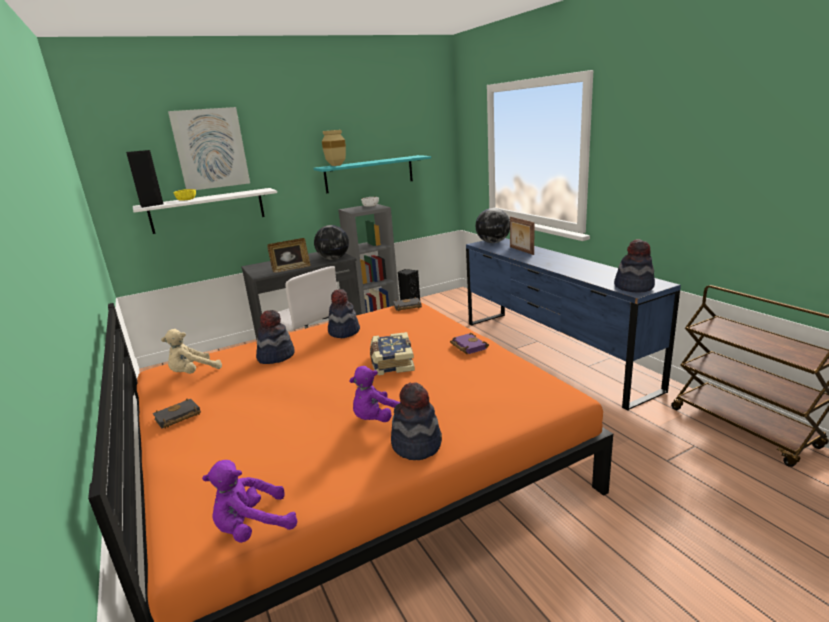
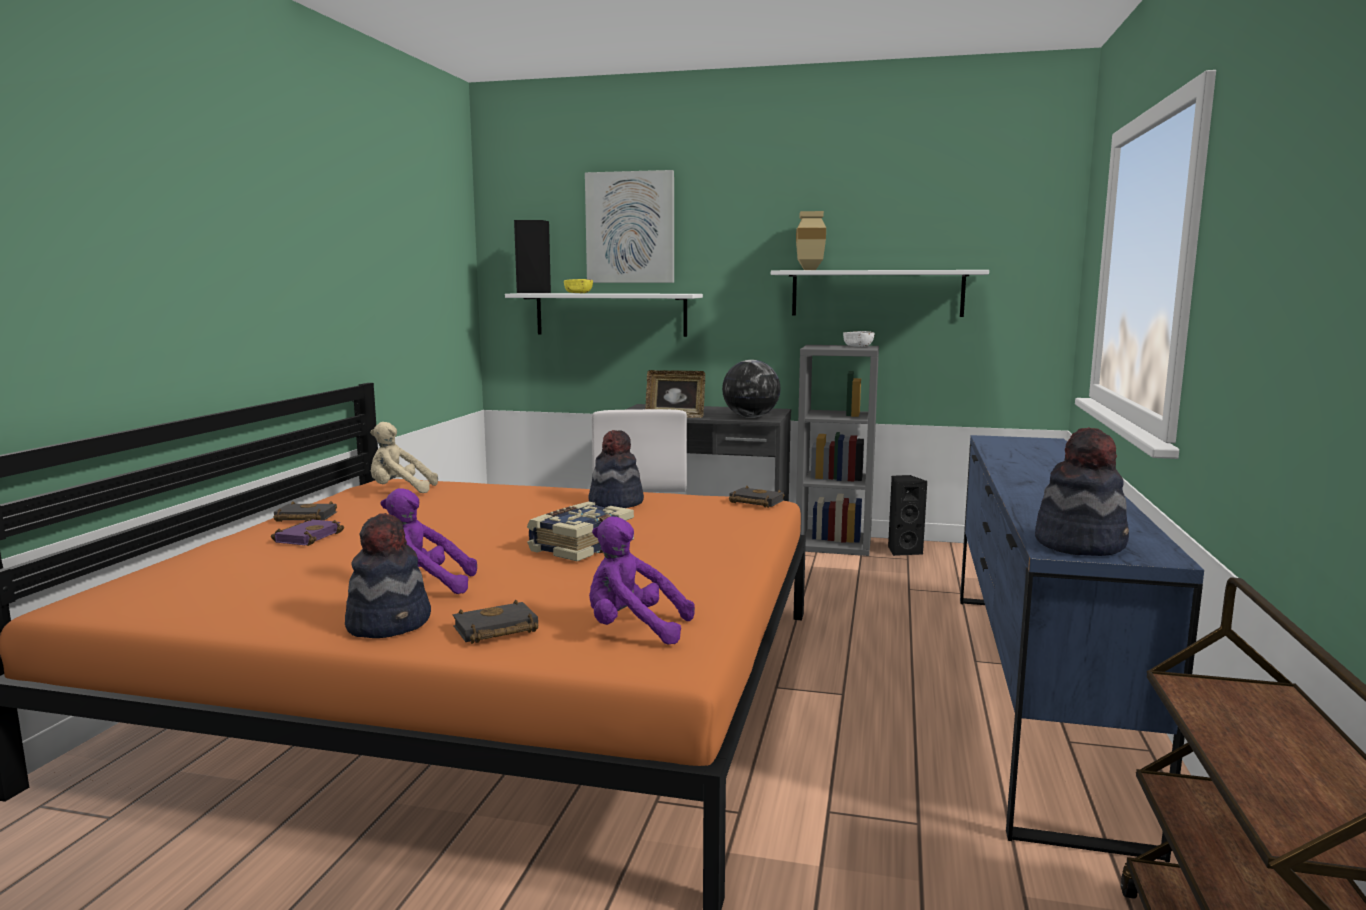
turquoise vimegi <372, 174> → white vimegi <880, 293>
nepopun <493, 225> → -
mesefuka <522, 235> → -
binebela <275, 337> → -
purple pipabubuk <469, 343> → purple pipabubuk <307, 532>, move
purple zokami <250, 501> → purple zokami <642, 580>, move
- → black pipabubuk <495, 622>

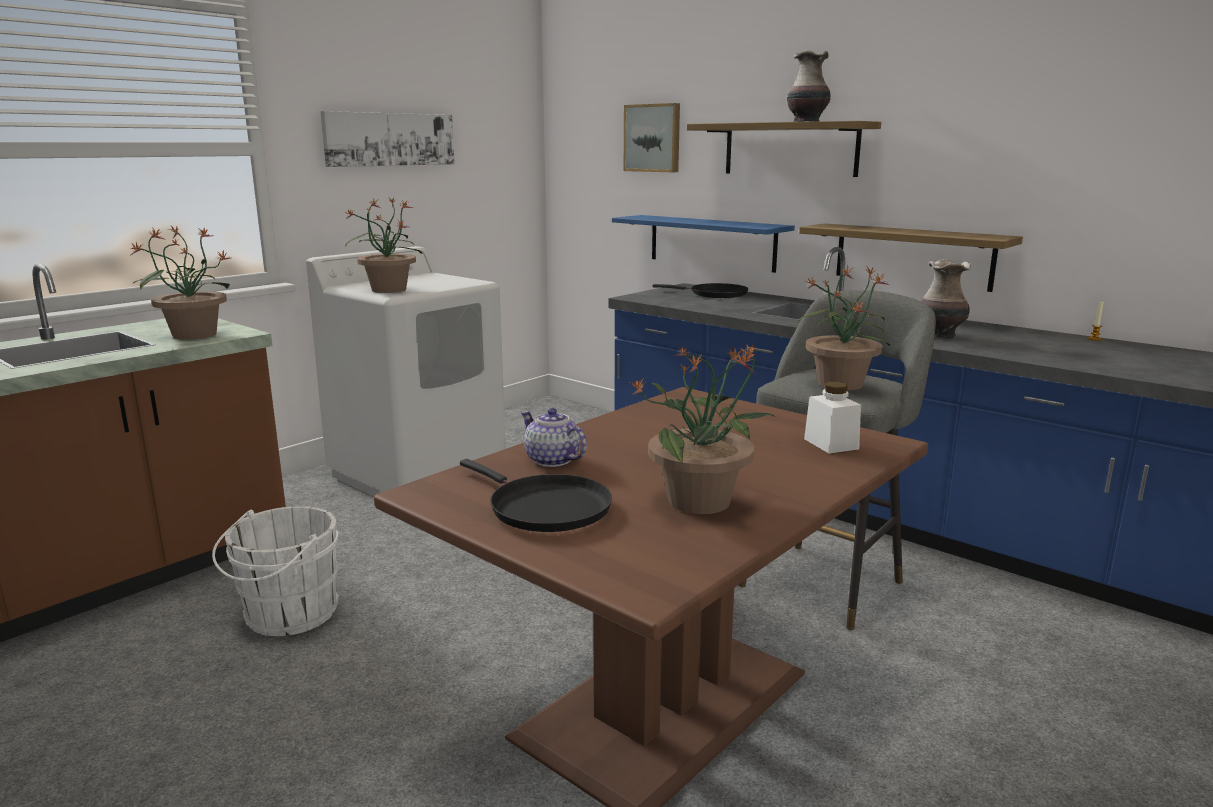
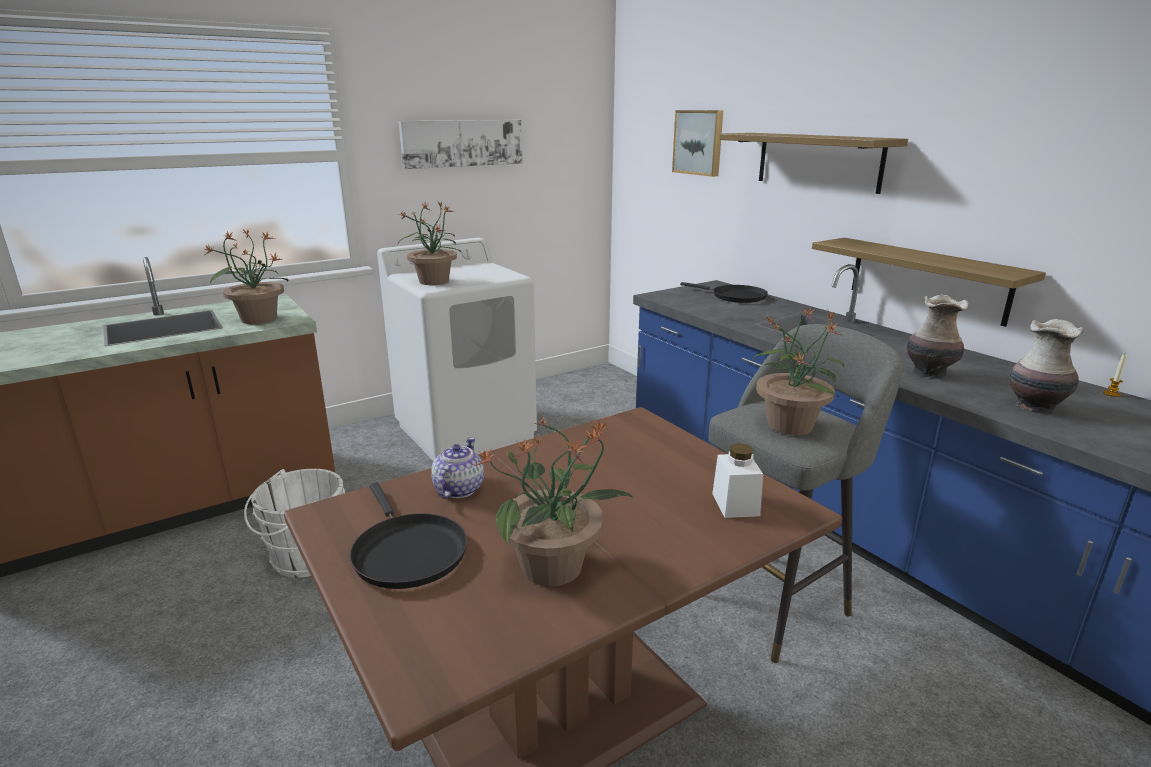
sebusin <809, 86> → sebusin <1047, 366>, move
blue vimegi <703, 244> → -
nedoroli <553, 437> → nedoroli <457, 468>, 45 degrees clockwise

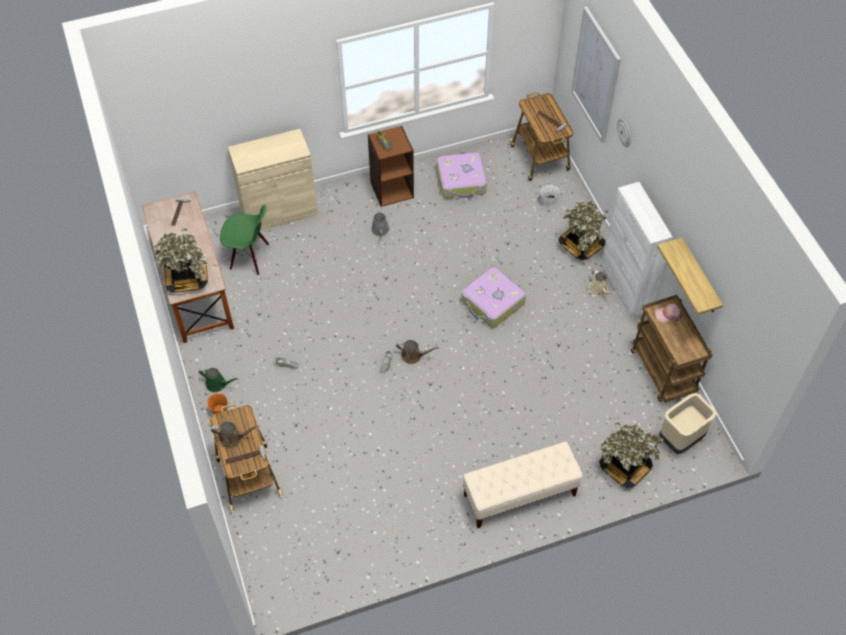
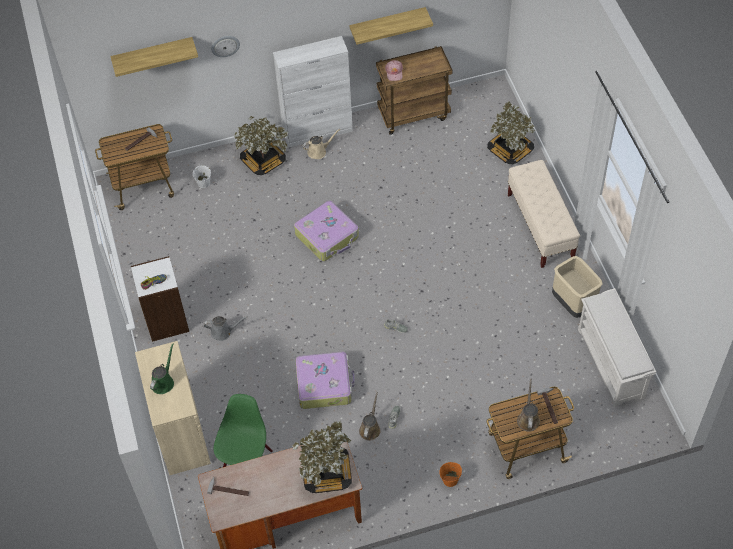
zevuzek <596, 74> → vimegi <154, 57>
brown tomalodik <391, 166> → white tomalodik <160, 299>
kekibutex <462, 175> → kekibutex <325, 380>, move
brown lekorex <417, 352> → brown lekorex <370, 416>, move
green lekorex <219, 380> → green lekorex <162, 368>, move
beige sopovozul <688, 423> → beige sopovozul <577, 287>, move
- → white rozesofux <617, 347>

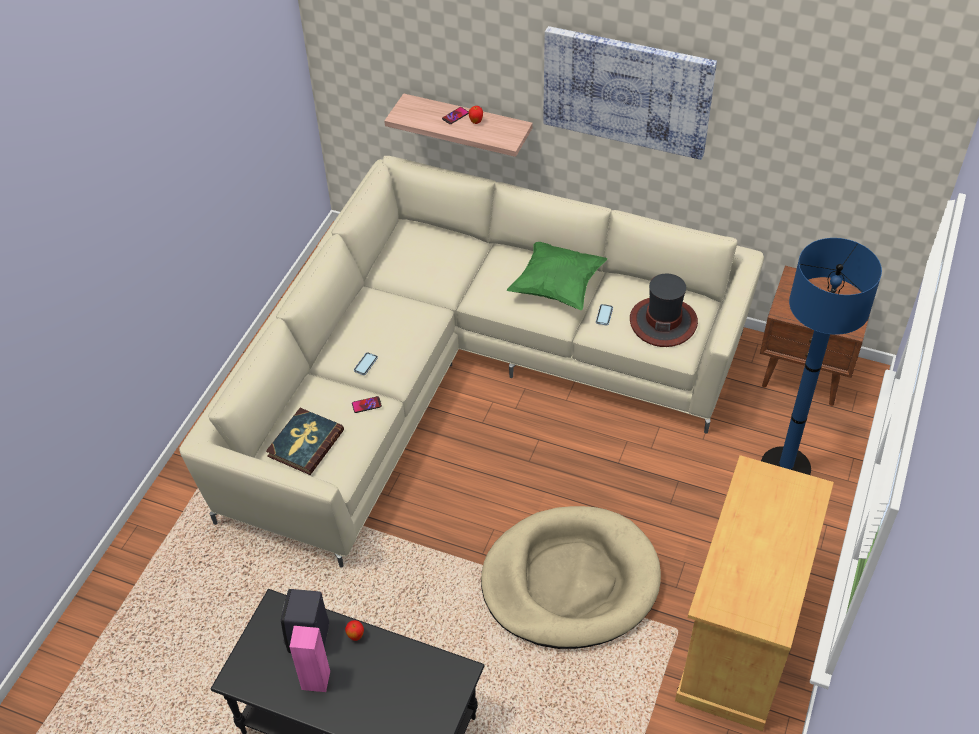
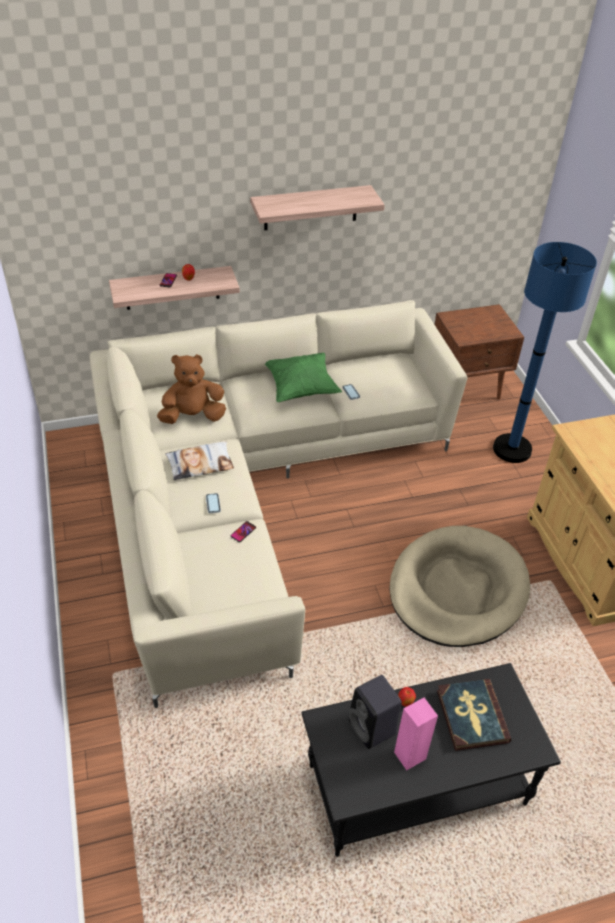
zevuzek <630, 93> → vimegi <317, 207>
binebela <664, 310> → -
pipabubuk <305, 441> → pipabubuk <474, 715>, move
- → brown zokami <191, 389>
- → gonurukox <199, 460>

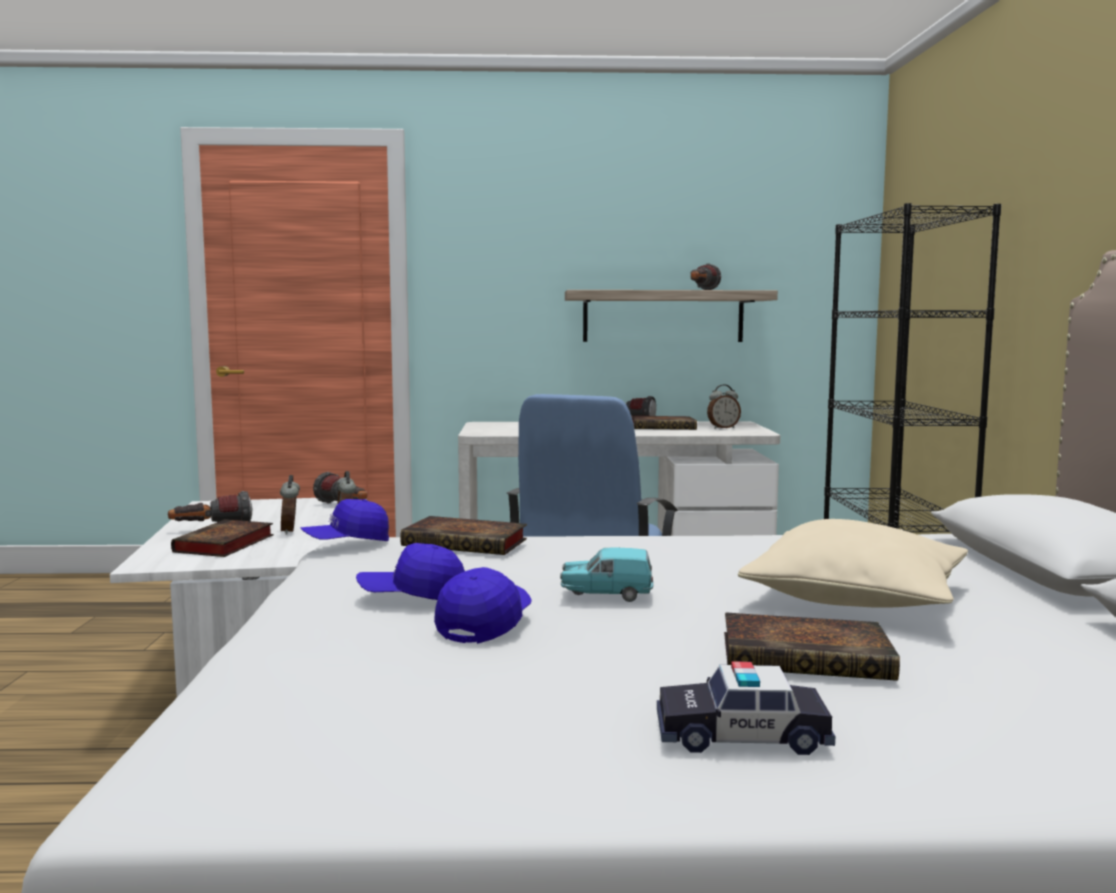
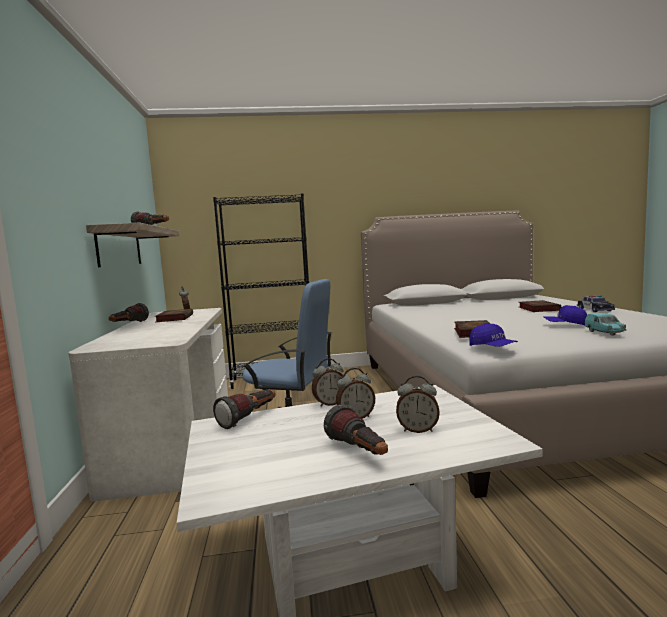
pipabubuk <222, 538> → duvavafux <418, 404>
beige gonurukox <853, 563> → -
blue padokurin <410, 571> → -
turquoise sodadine <606, 574> → turquoise sodadine <605, 324>, move

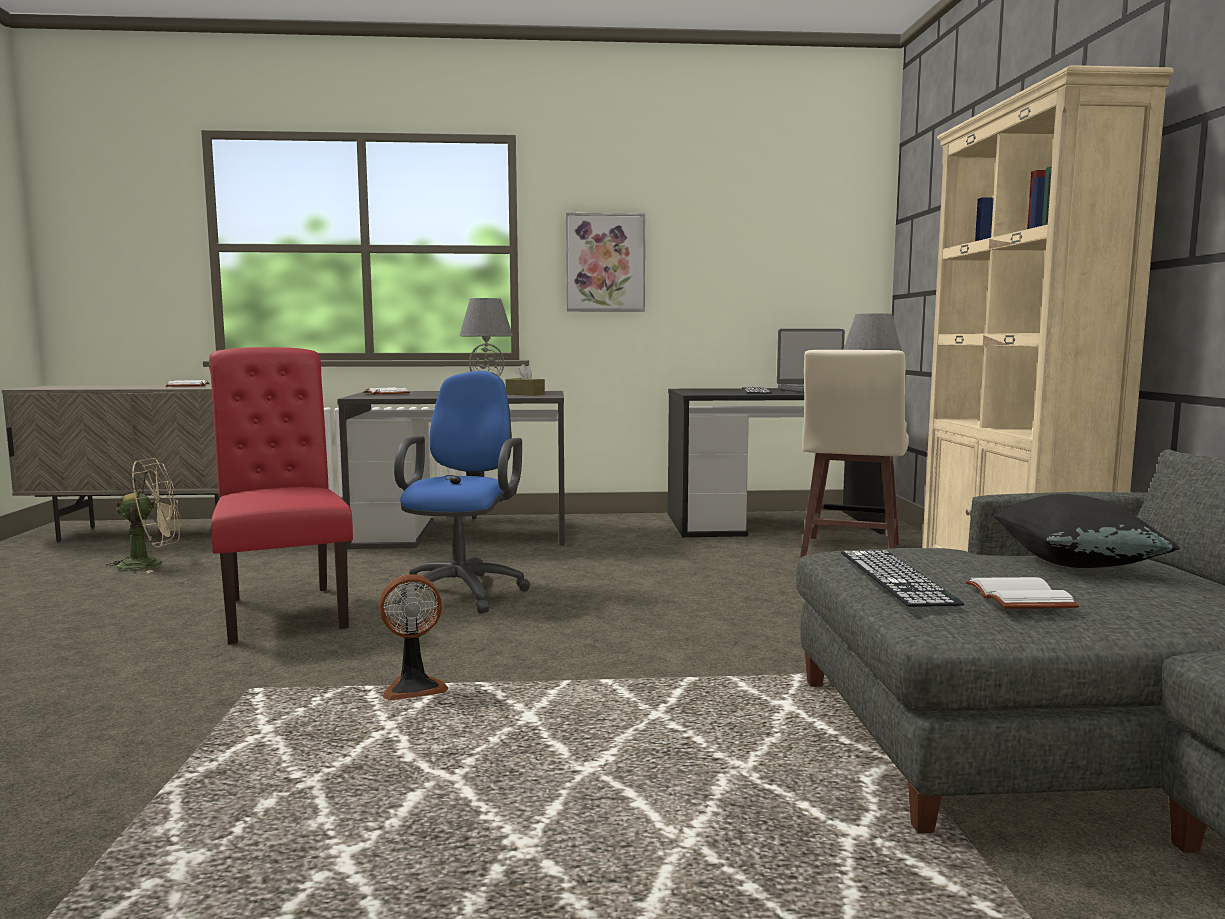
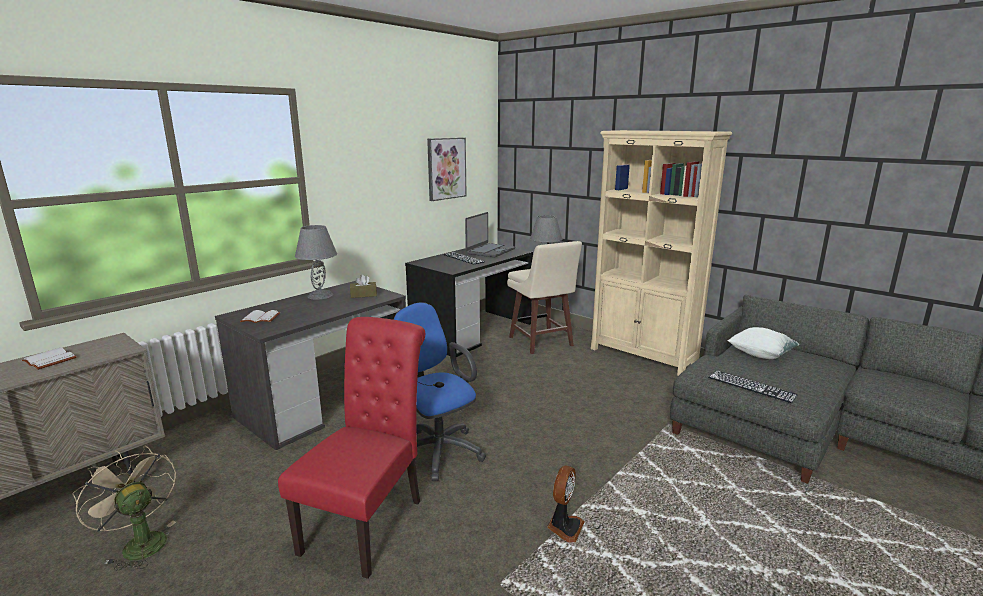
zevuzek <605, 262> → zevuzek <447, 169>, move
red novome <281, 495> → red novome <351, 448>, 90 degrees clockwise
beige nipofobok <143, 515> → beige nipofobok <124, 508>, 75 degrees counterclockwise
black gonurukox <1086, 531> → white gonurukox <764, 343>
white pipabubuk <1023, 593> → -

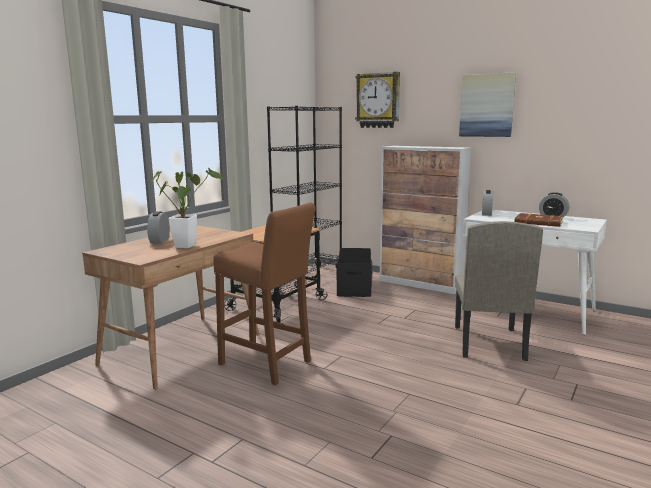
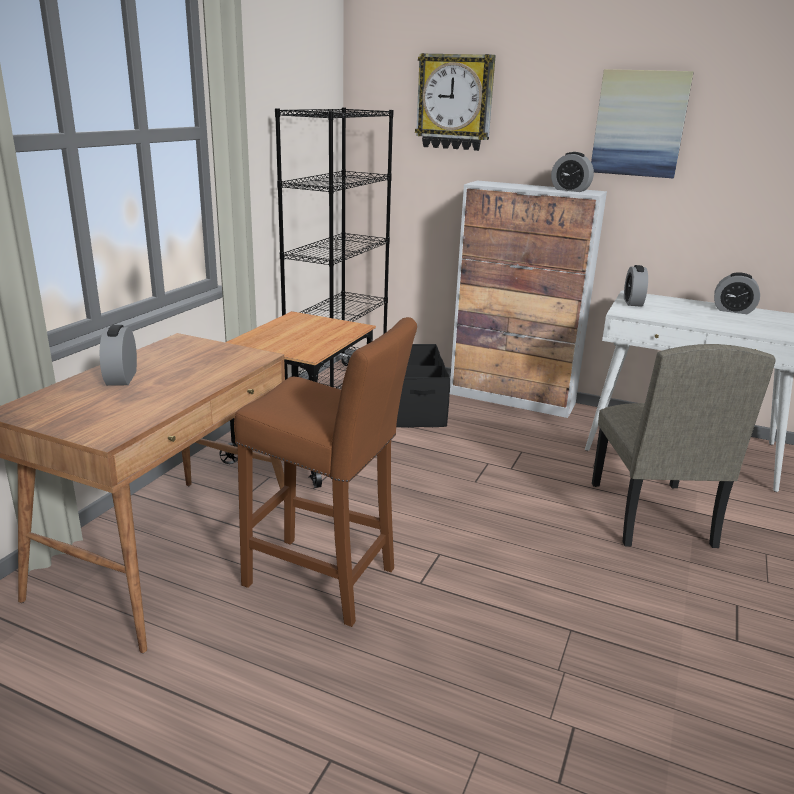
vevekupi <187, 208> → -
brown pipabubuk <539, 220> → -
- → duvavafux <572, 172>

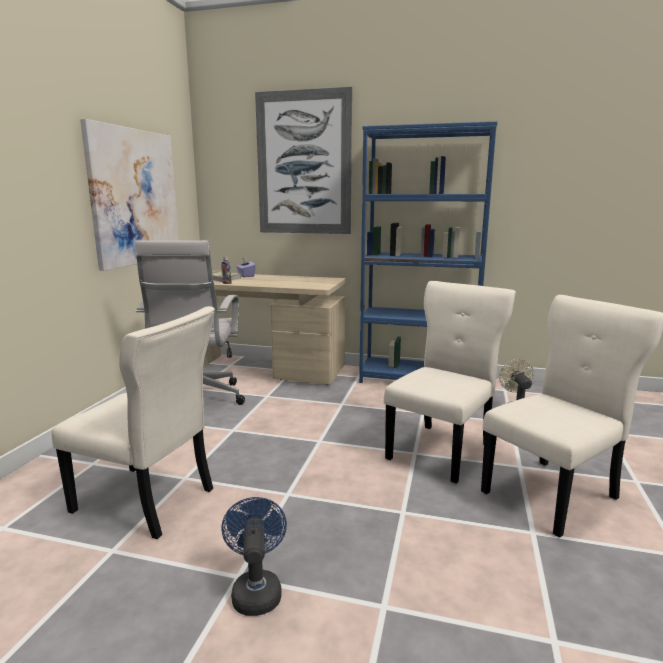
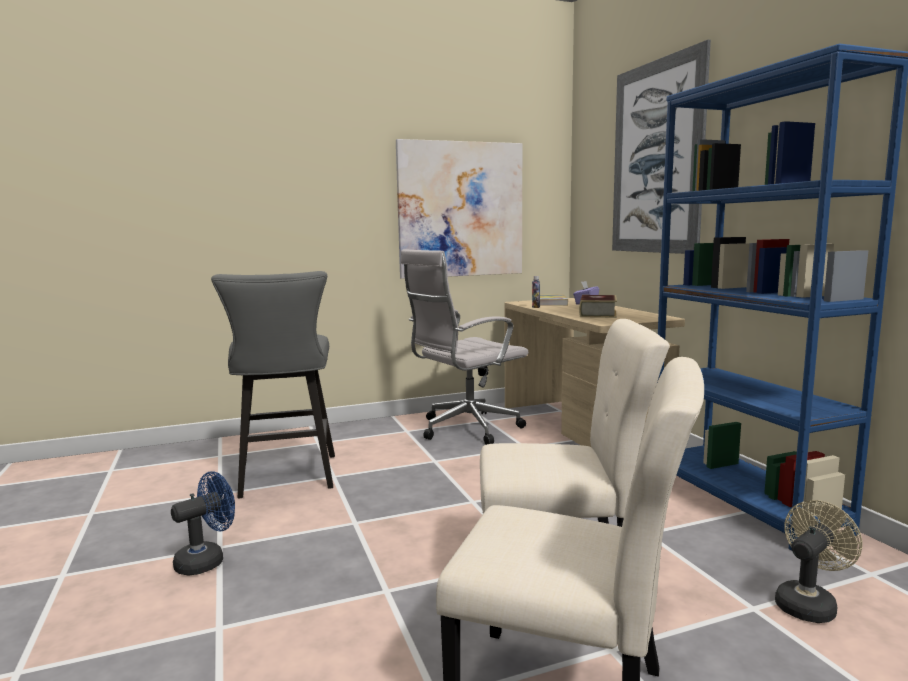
beige novome <133, 422> → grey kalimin <273, 384>
- → pipabubuk <598, 306>

